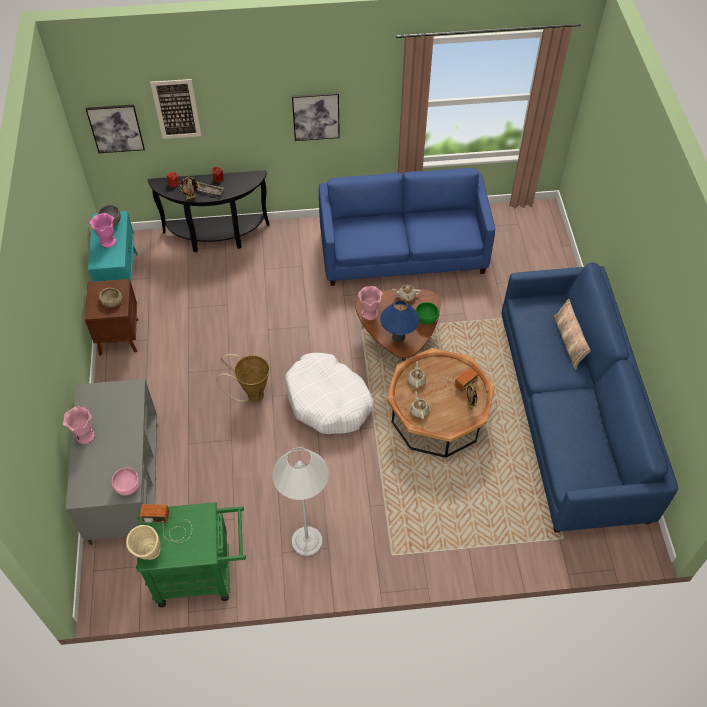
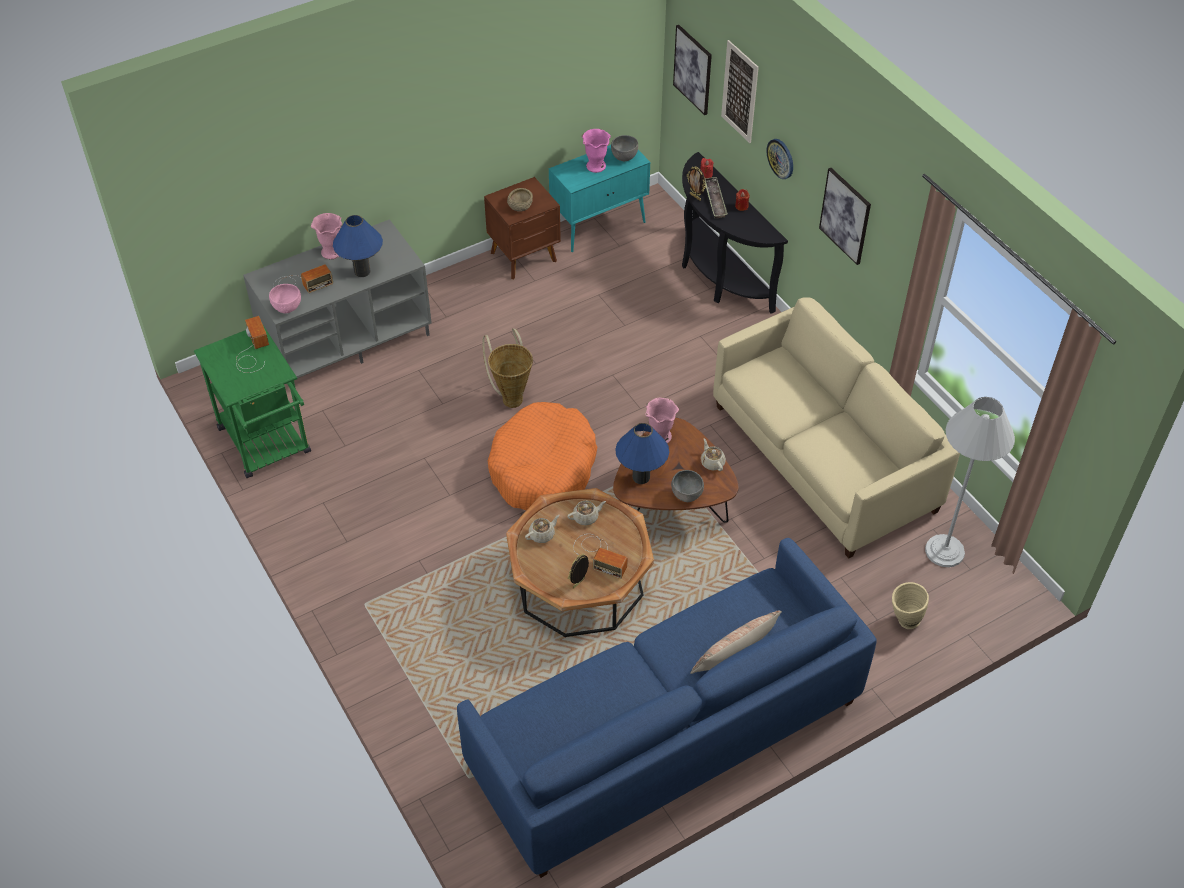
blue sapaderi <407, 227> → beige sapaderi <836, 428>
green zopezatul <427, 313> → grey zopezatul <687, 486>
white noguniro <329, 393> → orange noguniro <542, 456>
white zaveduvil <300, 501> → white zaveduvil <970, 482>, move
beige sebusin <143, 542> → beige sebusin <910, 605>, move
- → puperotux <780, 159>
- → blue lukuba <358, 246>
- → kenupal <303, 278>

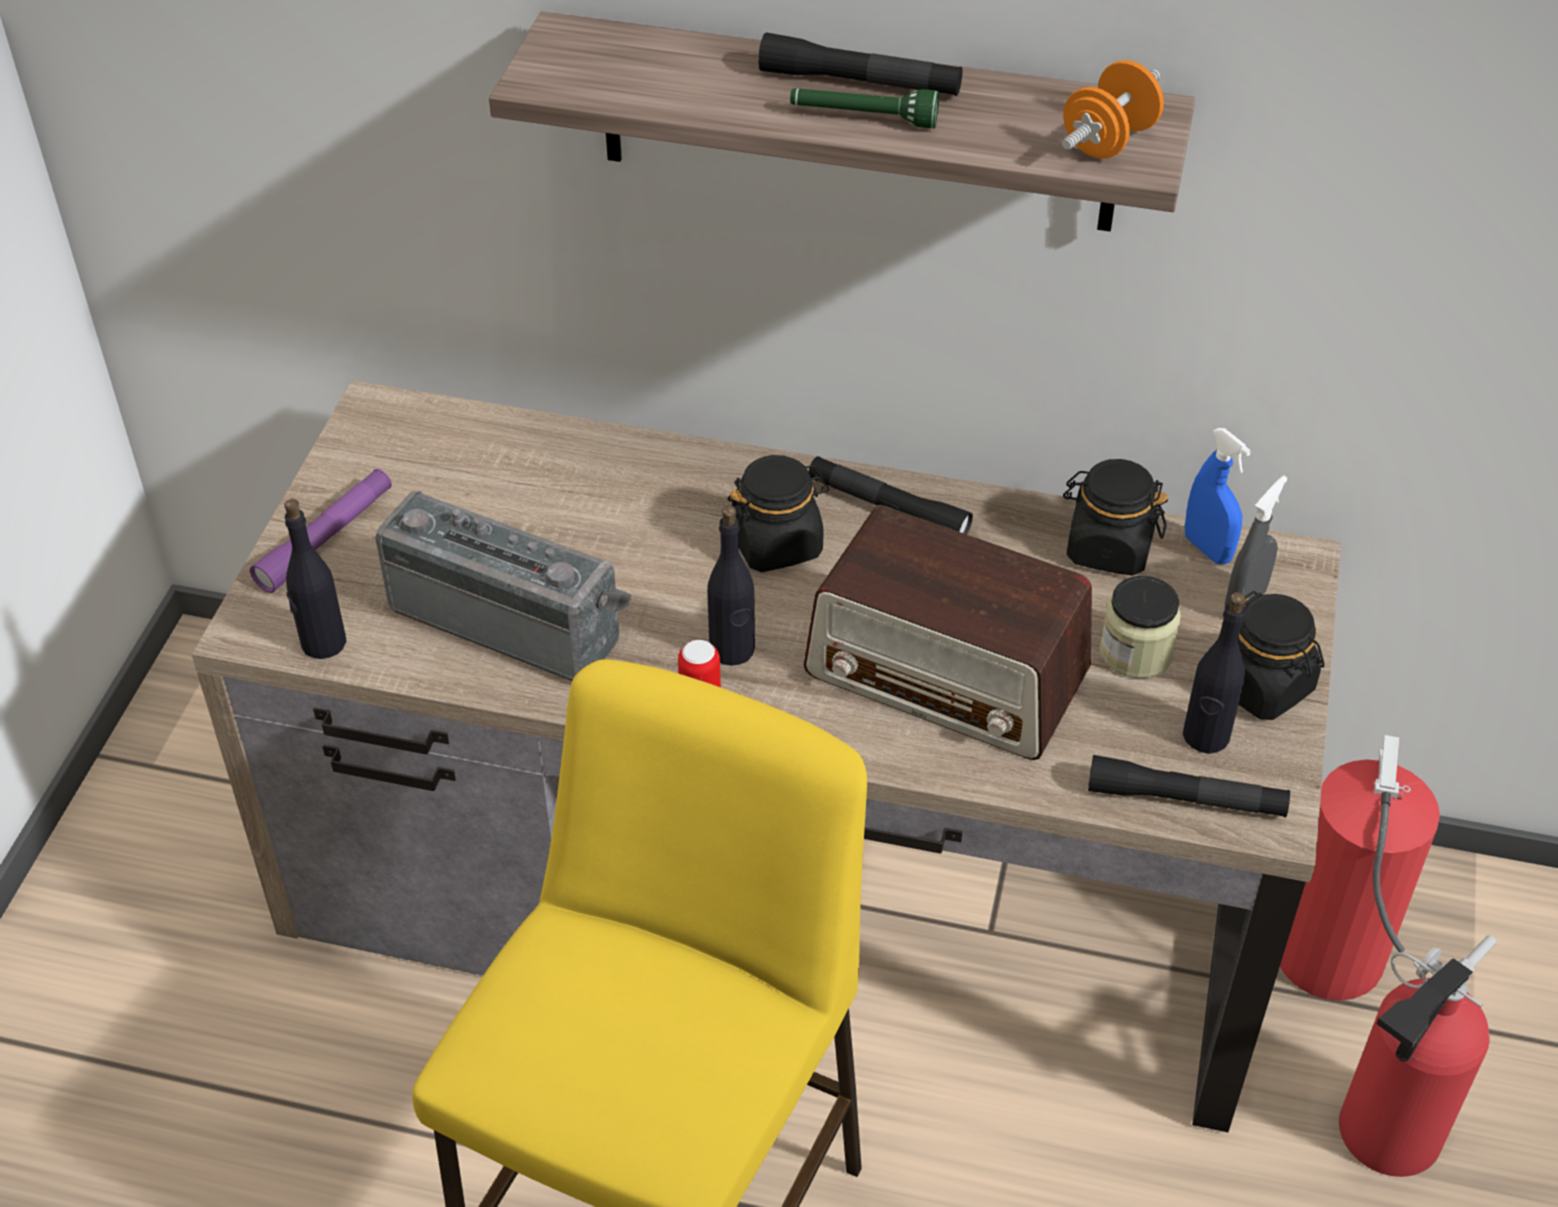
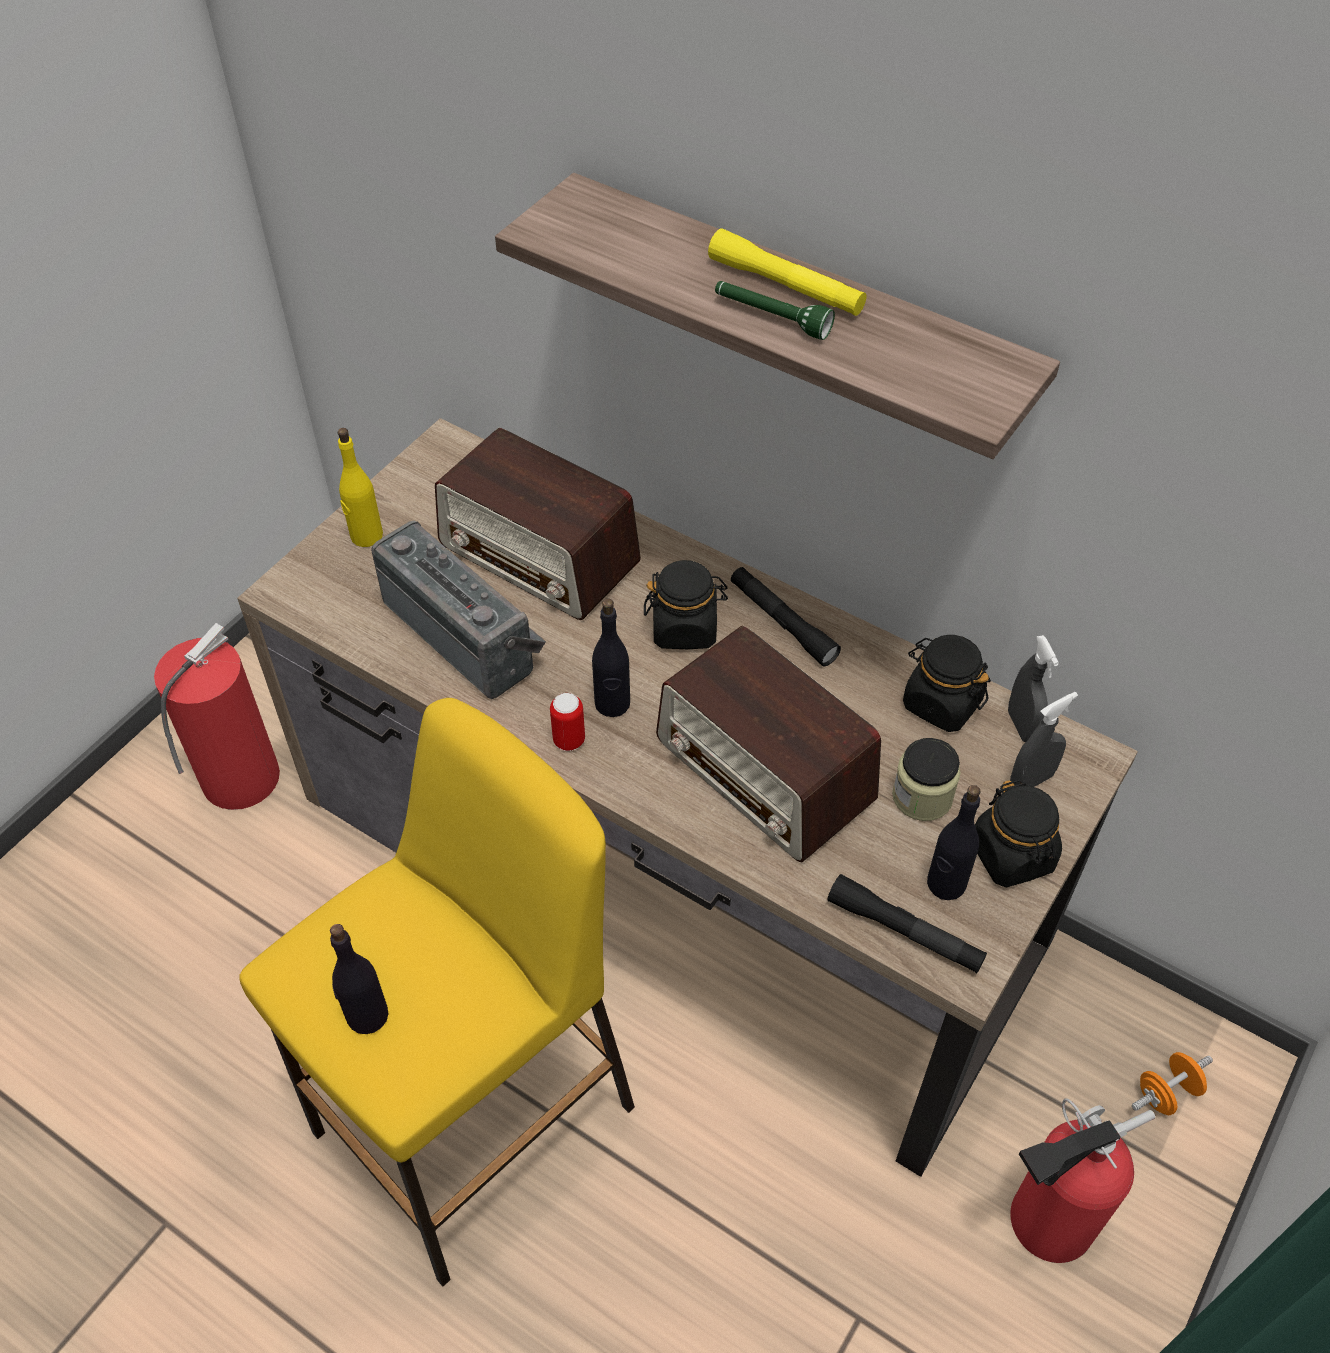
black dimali <860, 64> → yellow dimali <787, 272>
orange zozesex <1113, 109> → orange zozesex <1172, 1083>, move
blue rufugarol <1218, 496> → grey rufugarol <1033, 688>
purple dimali <321, 531> → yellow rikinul <360, 487>
black rikinul <315, 579> → black rikinul <359, 979>, move
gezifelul <1360, 868> → gezifelul <217, 716>, move
- → kenupal <538, 524>

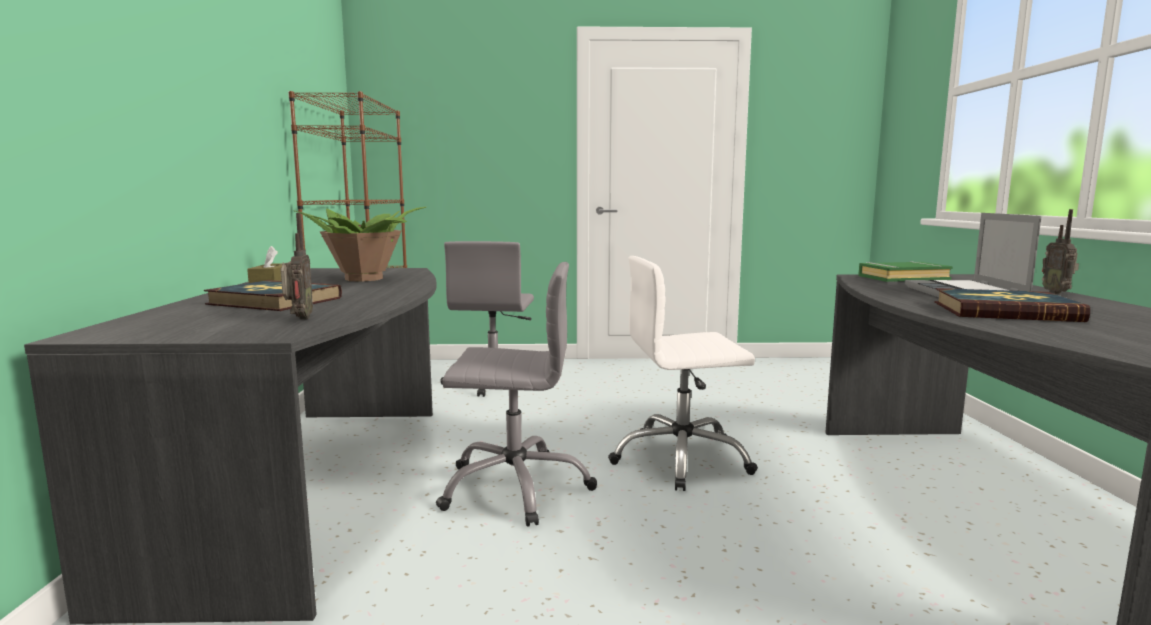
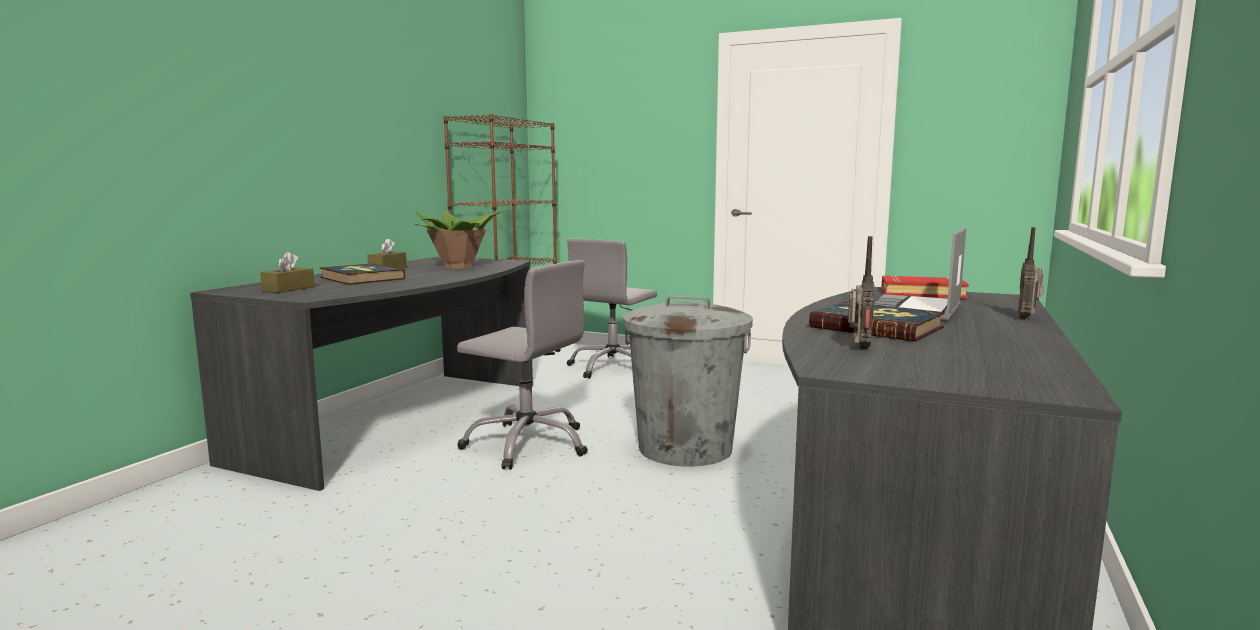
kenupal <297, 266> → kenupal <861, 292>, move
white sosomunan <683, 373> → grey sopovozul <688, 381>
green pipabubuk <905, 271> → red pipabubuk <925, 287>
- → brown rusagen <287, 272>

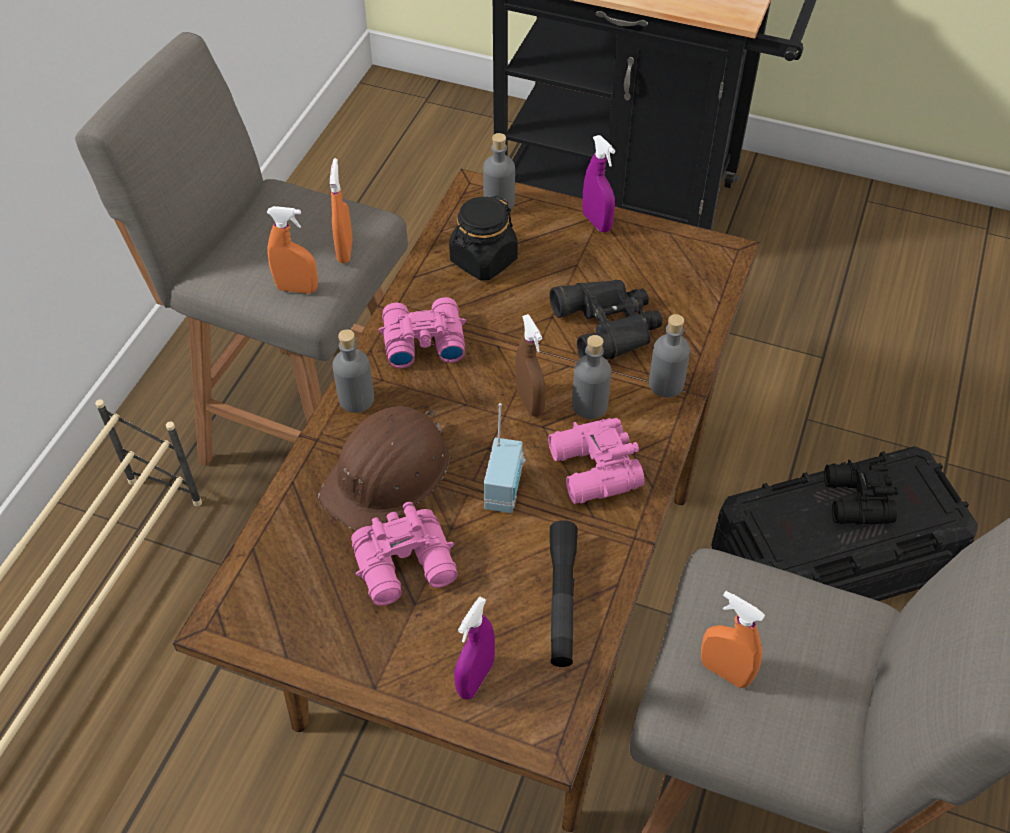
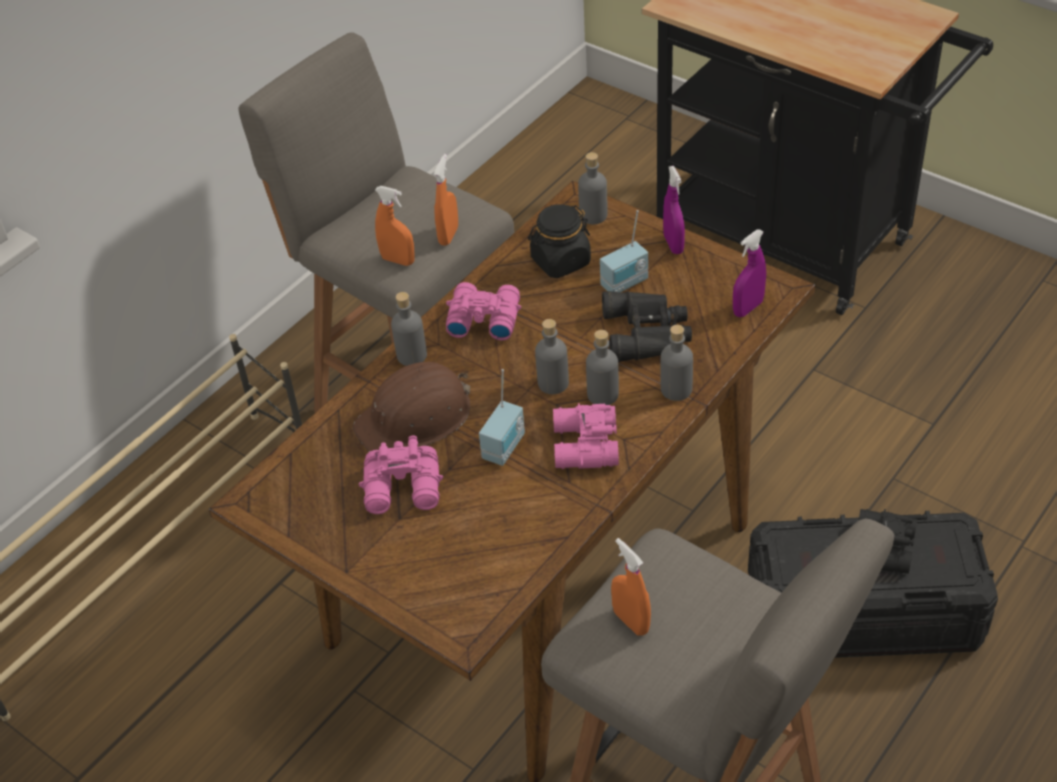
brown rufugarol <530, 365> → grey rikinul <552, 356>
black dimali <563, 593> → -
purple rufugarol <474, 648> → purple rufugarol <749, 273>, move
- → kenupal <624, 251>

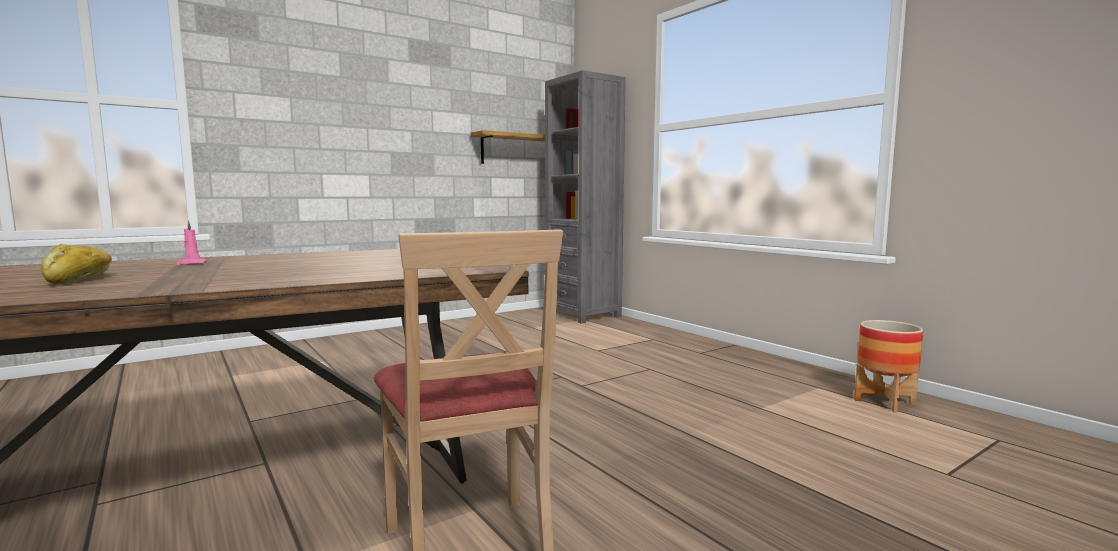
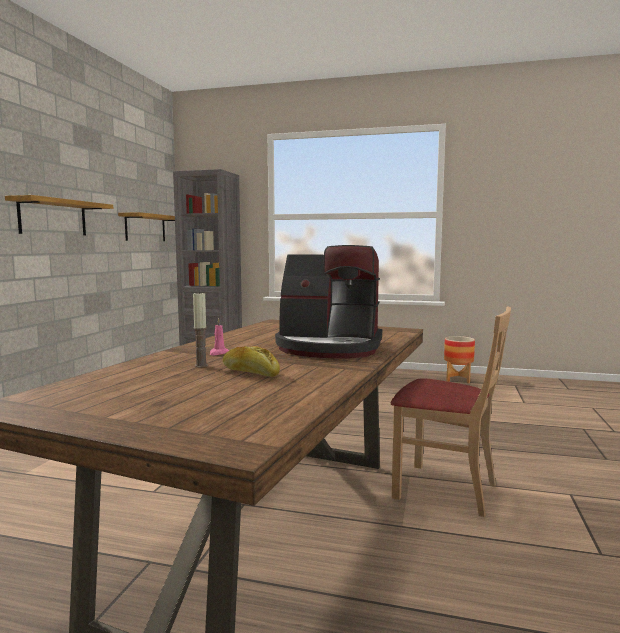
- → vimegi <59, 215>
- → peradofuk <328, 301>
- → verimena <200, 329>

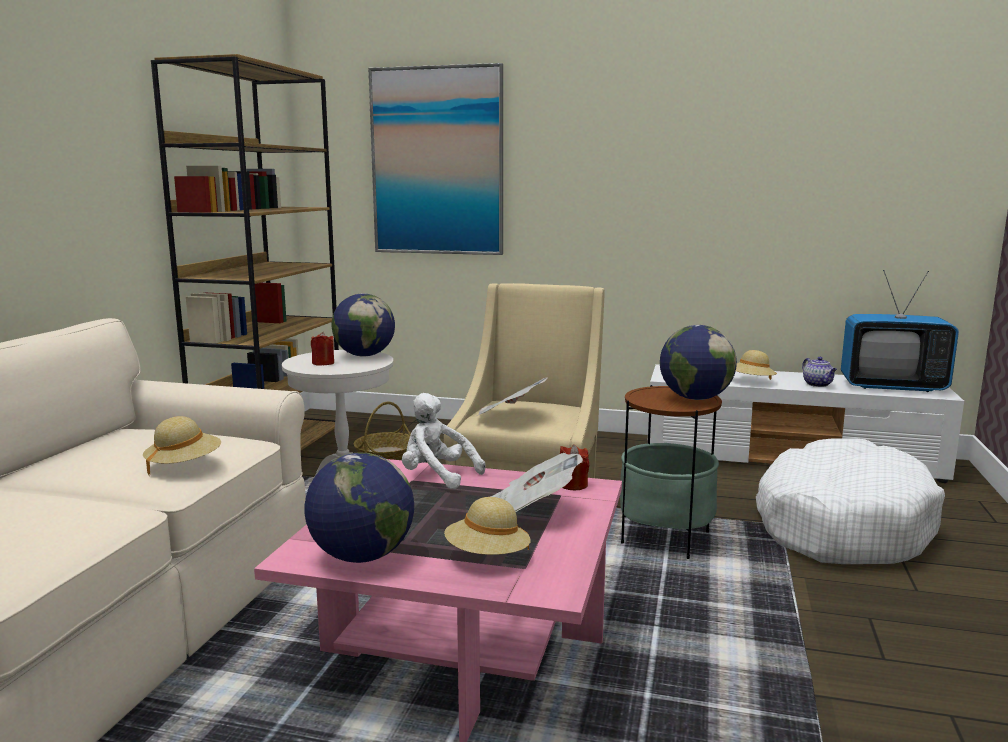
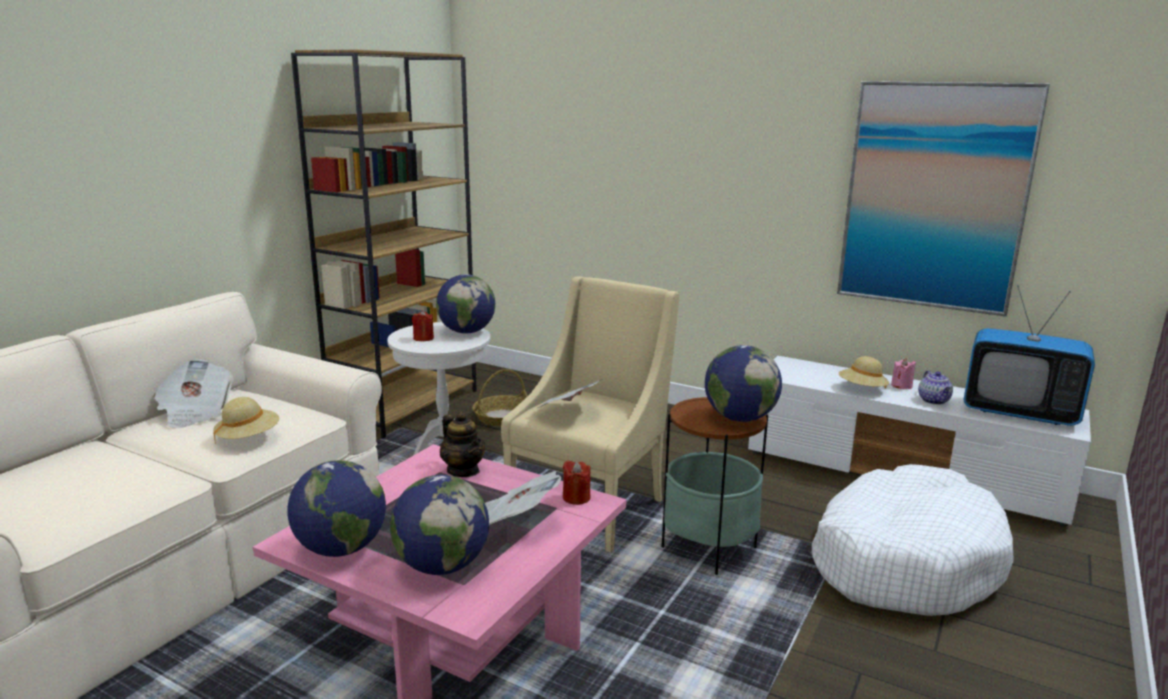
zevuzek <435, 159> → zevuzek <943, 198>, move
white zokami <443, 441> → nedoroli <462, 444>
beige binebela <487, 526> → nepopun <439, 525>
- → pink verimena <903, 373>
- → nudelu <193, 394>

